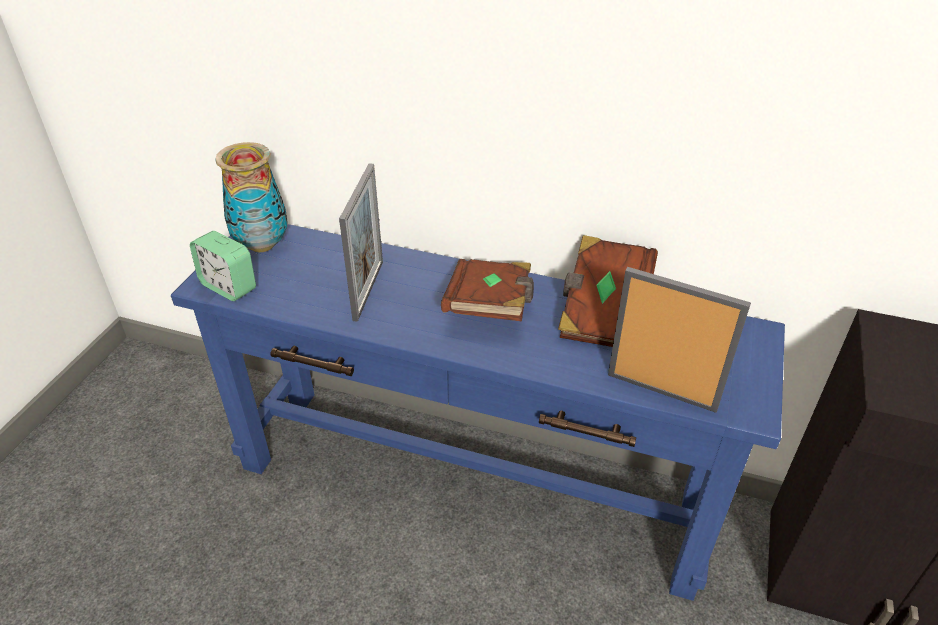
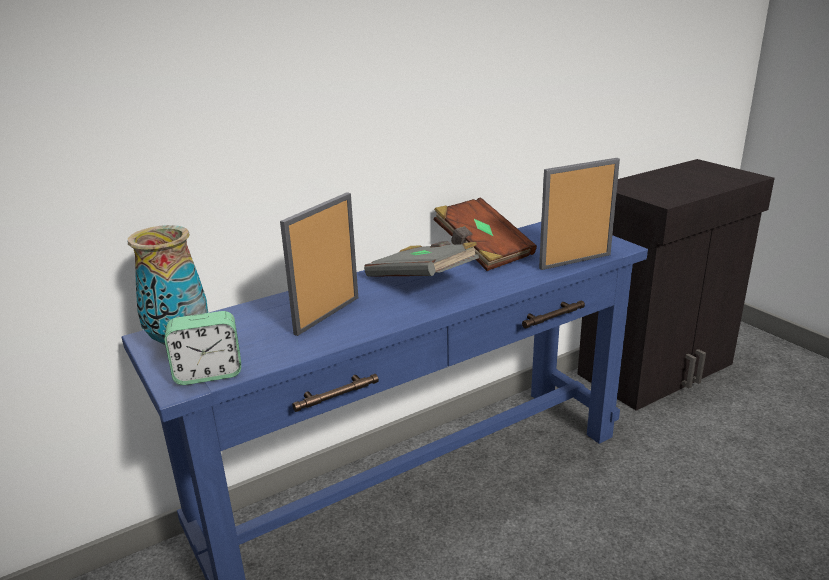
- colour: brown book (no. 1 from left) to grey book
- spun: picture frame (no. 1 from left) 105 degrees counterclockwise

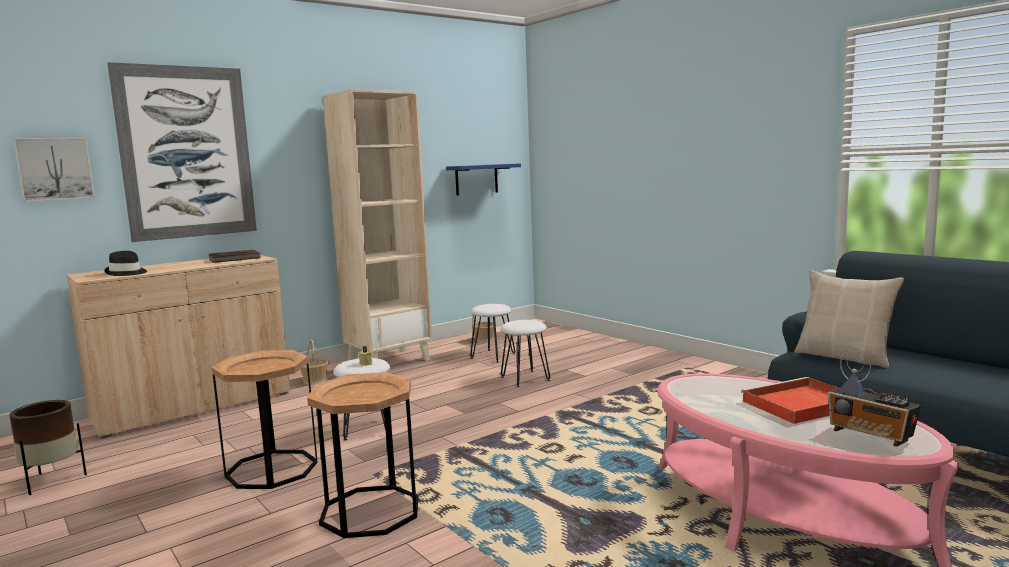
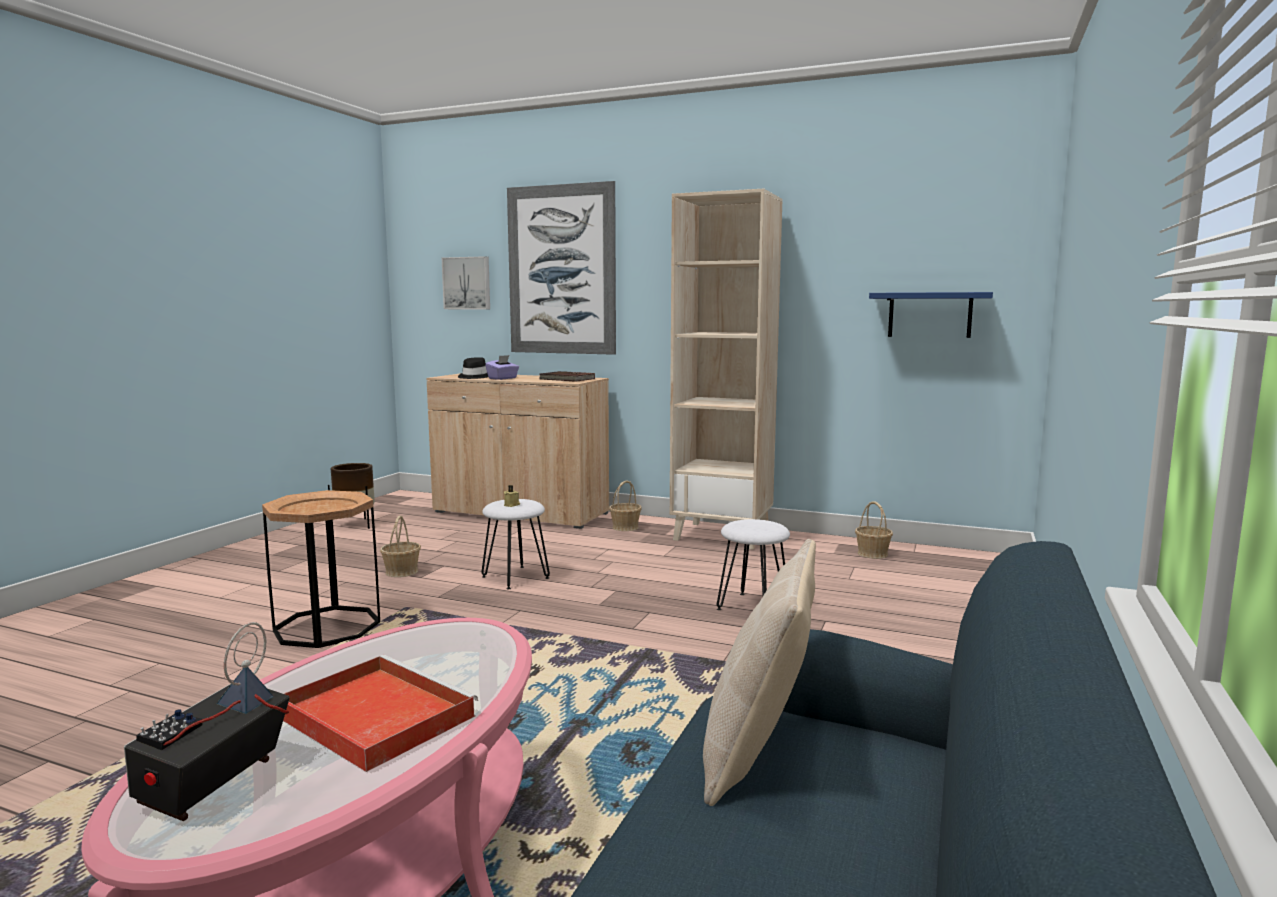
- missing: white stool (no. 2 from left)
- appeared: purple tissue box
- exchanged: brown side table (no. 1 from left) to basket (no. 1 from left)

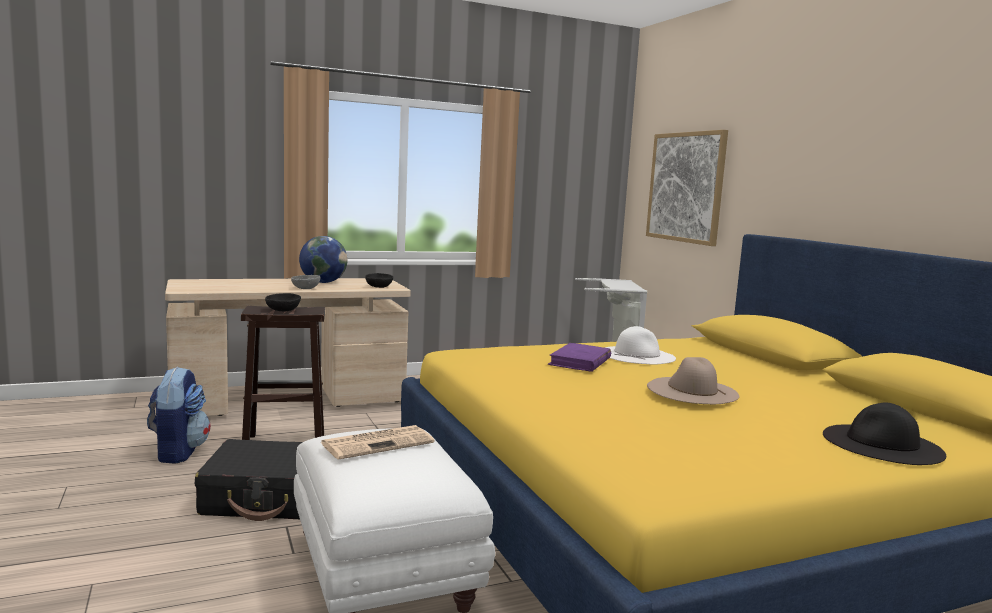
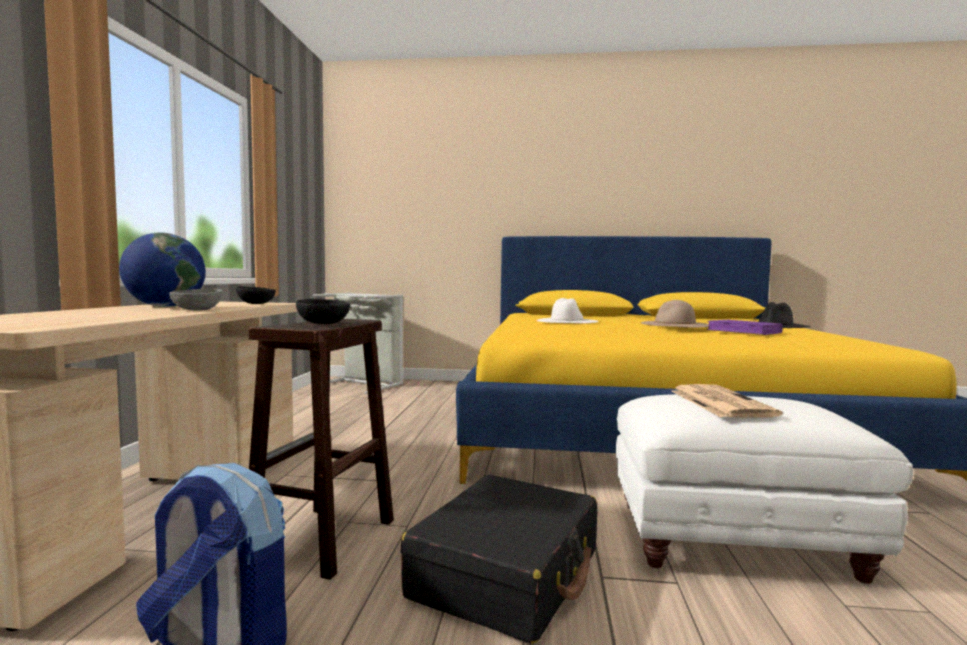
- missing: picture
- relocated: purple book

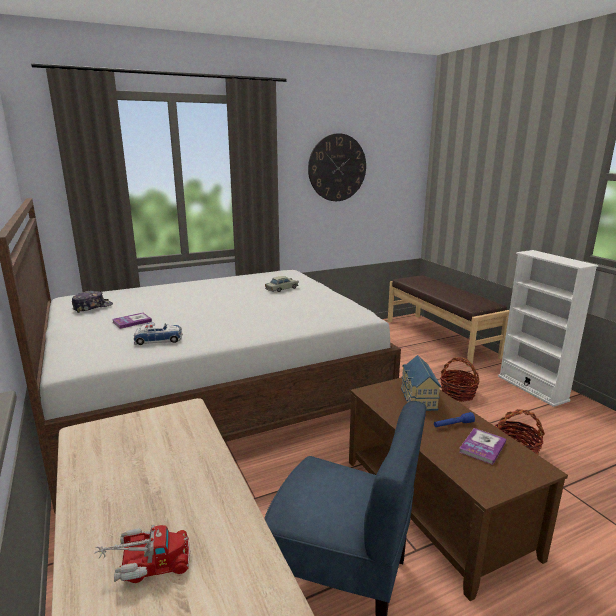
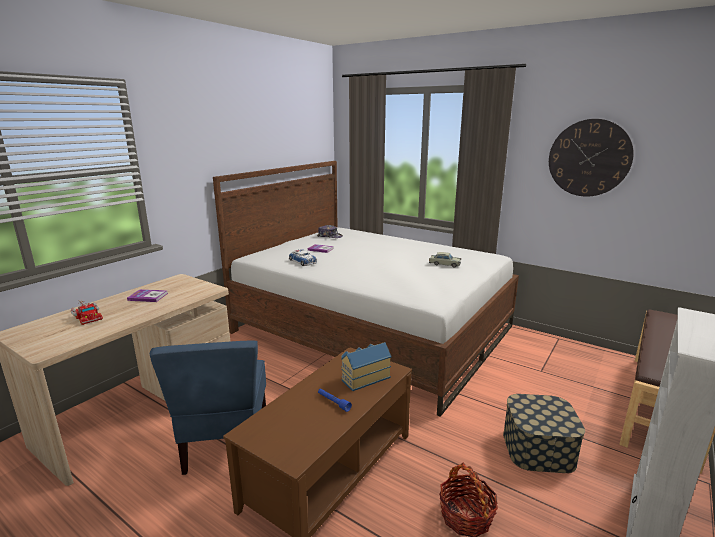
- relocated: book (no. 2 from left in the first image) to book (no. 1 from left)
- exchanged: basket (no. 1 from left) to storage box

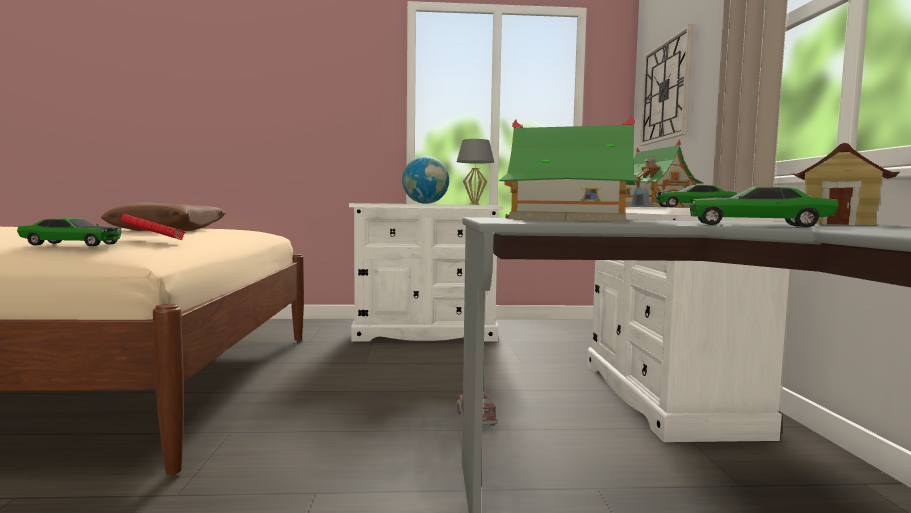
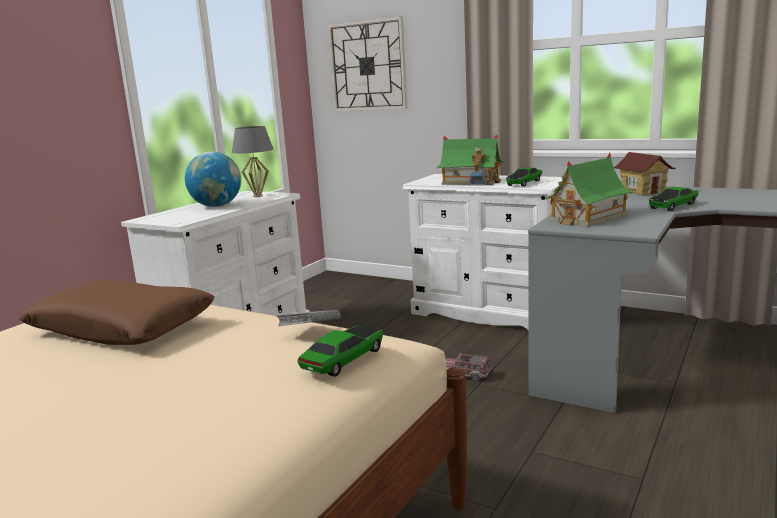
- colour: red book to grey book

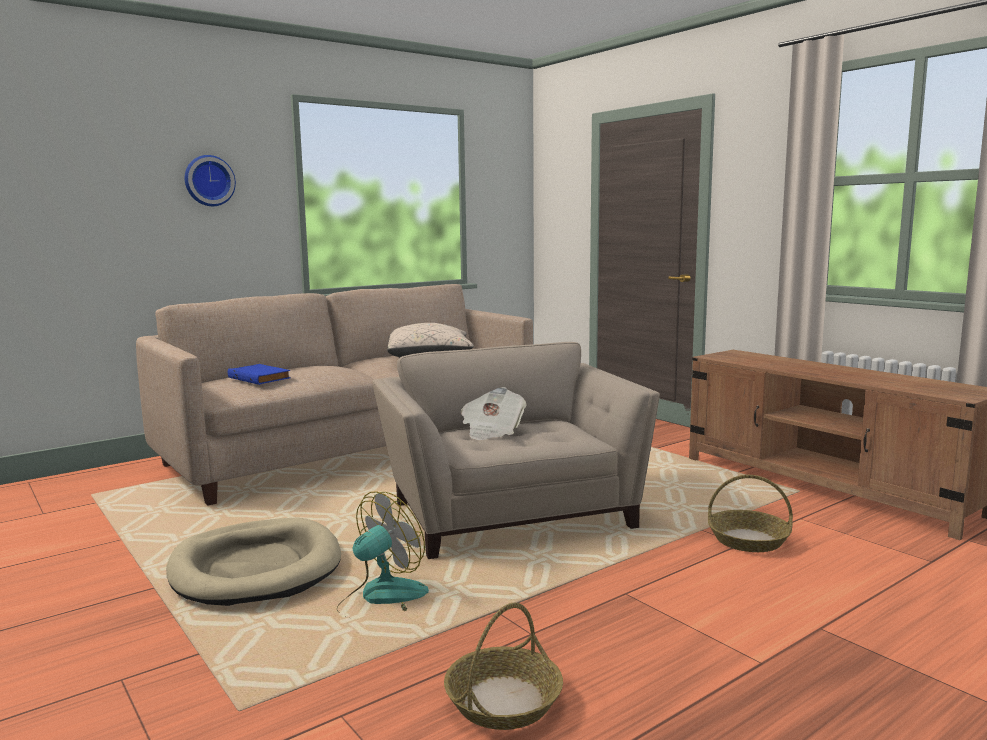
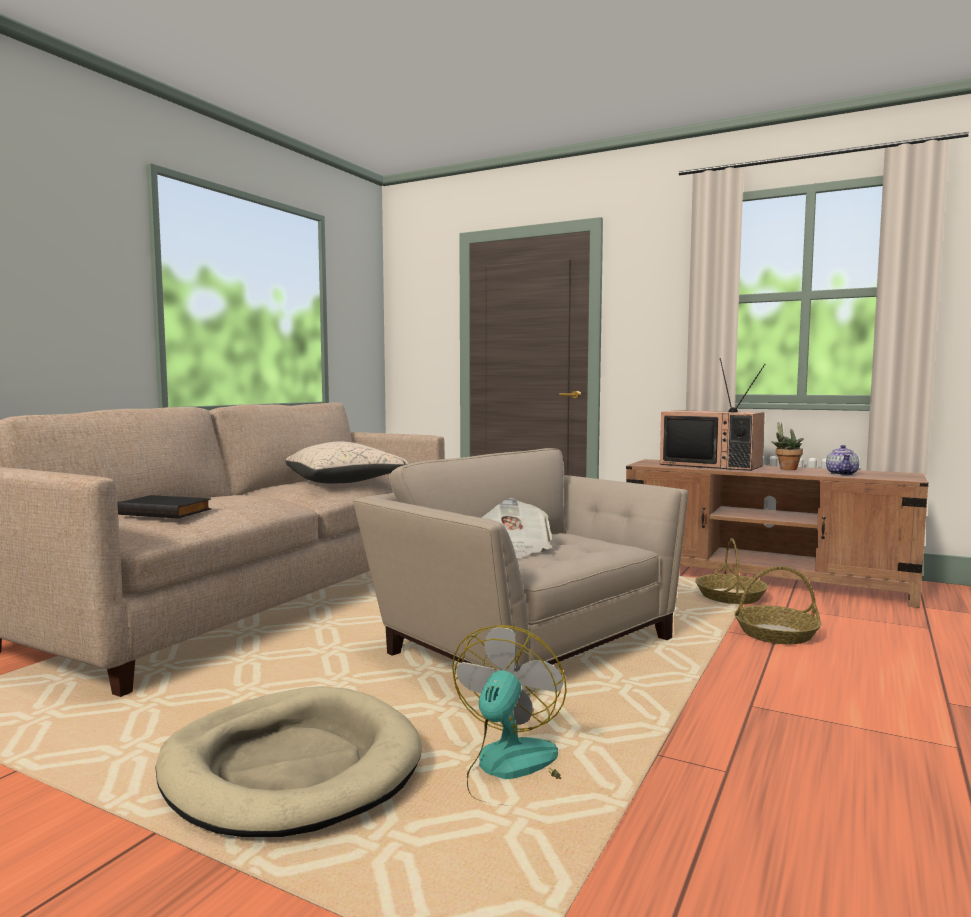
- missing: wall clock
- appeared: television
- appeared: potted plant
- appeared: teapot
- relocated: basket (no. 1 from left)
- colour: blue book to black book

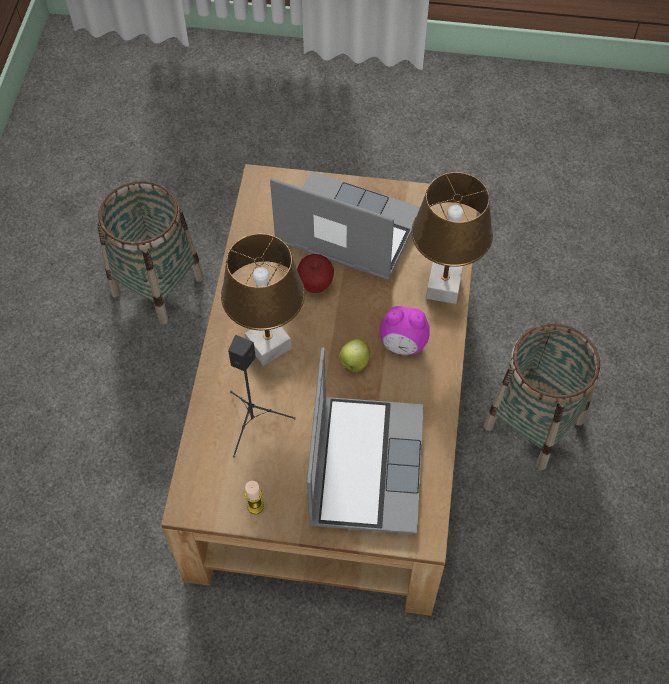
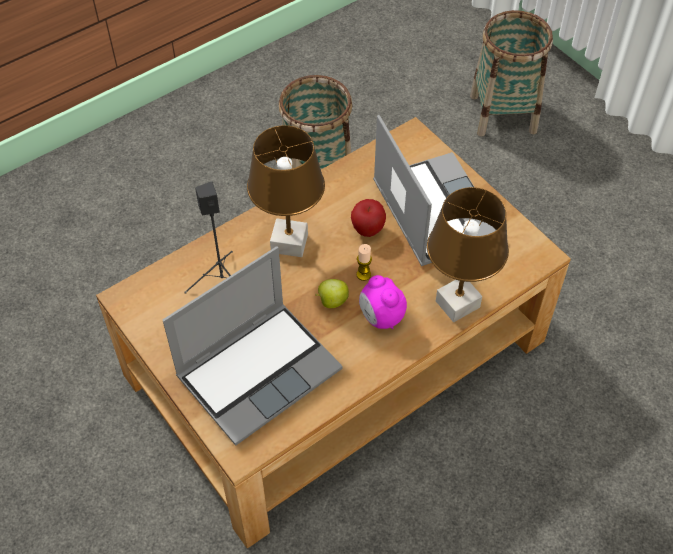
- relocated: candle
- relocated: basket (no. 2 from left)

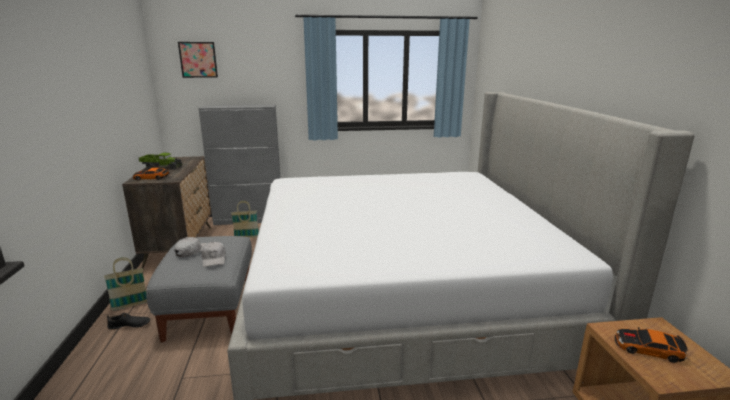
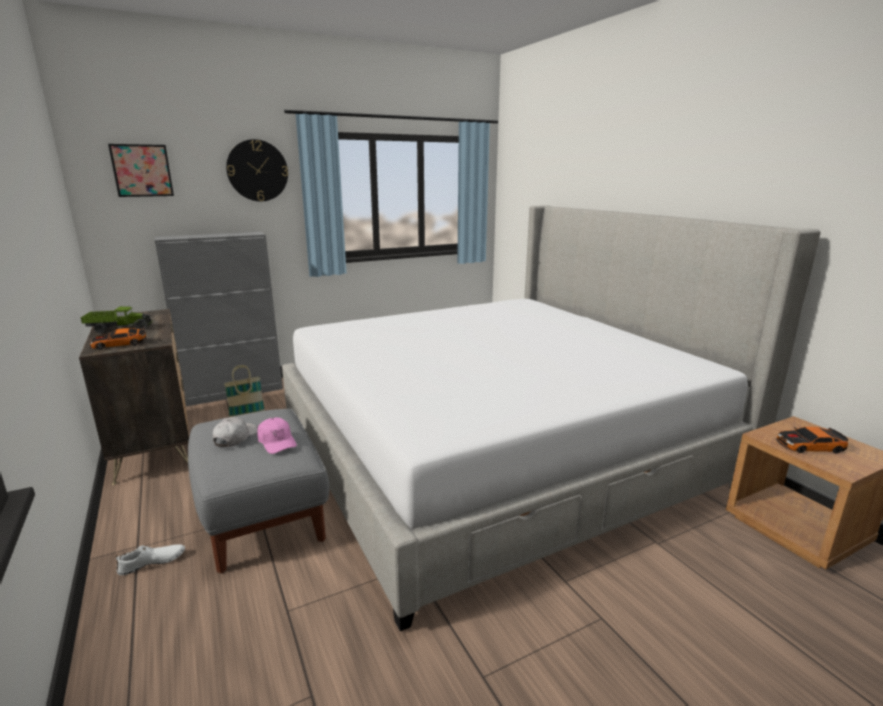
- missing: basket (no. 1 from left)
- appeared: wall clock
- colour: black shoe to white shoe
- colour: white cap (no. 2 from left) to pink cap

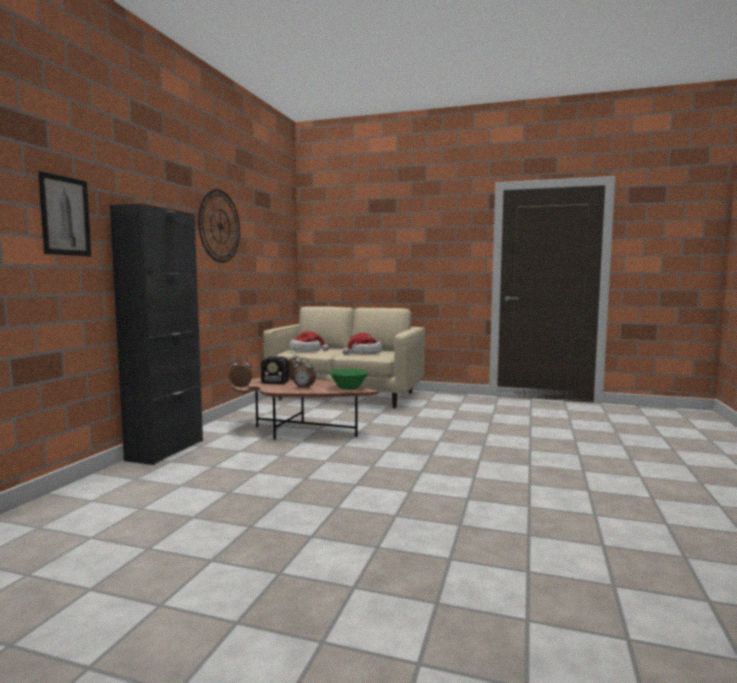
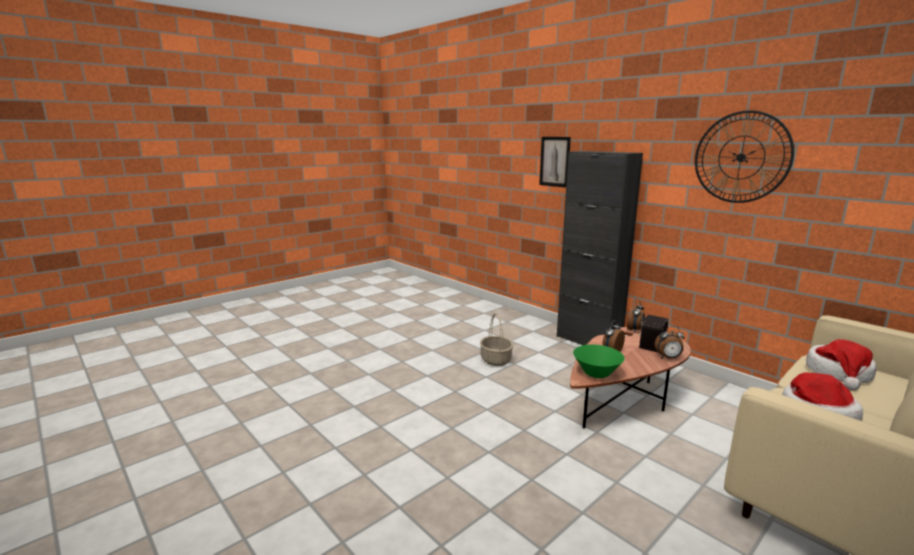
- appeared: basket

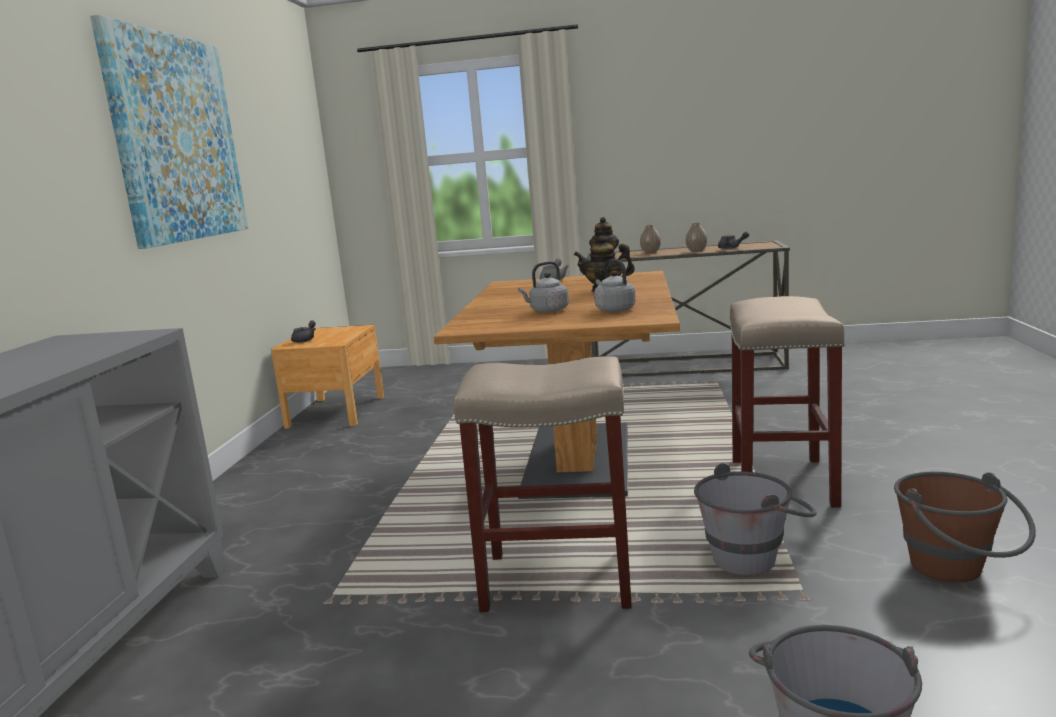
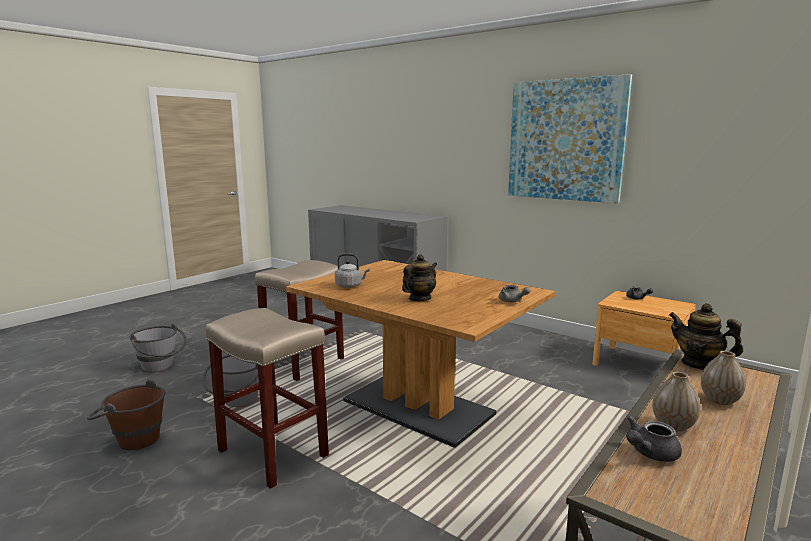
- missing: grey kettle (no. 1 from left)

